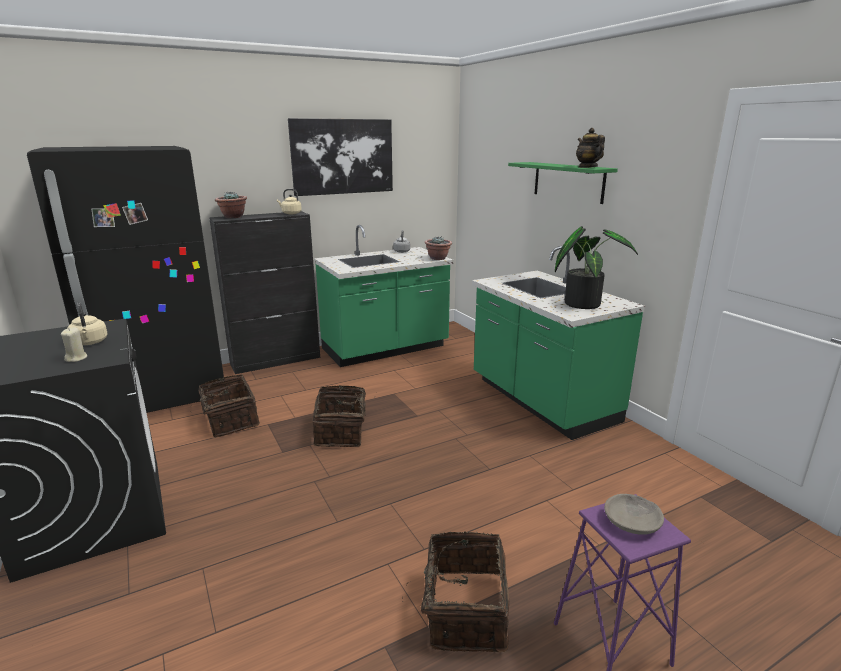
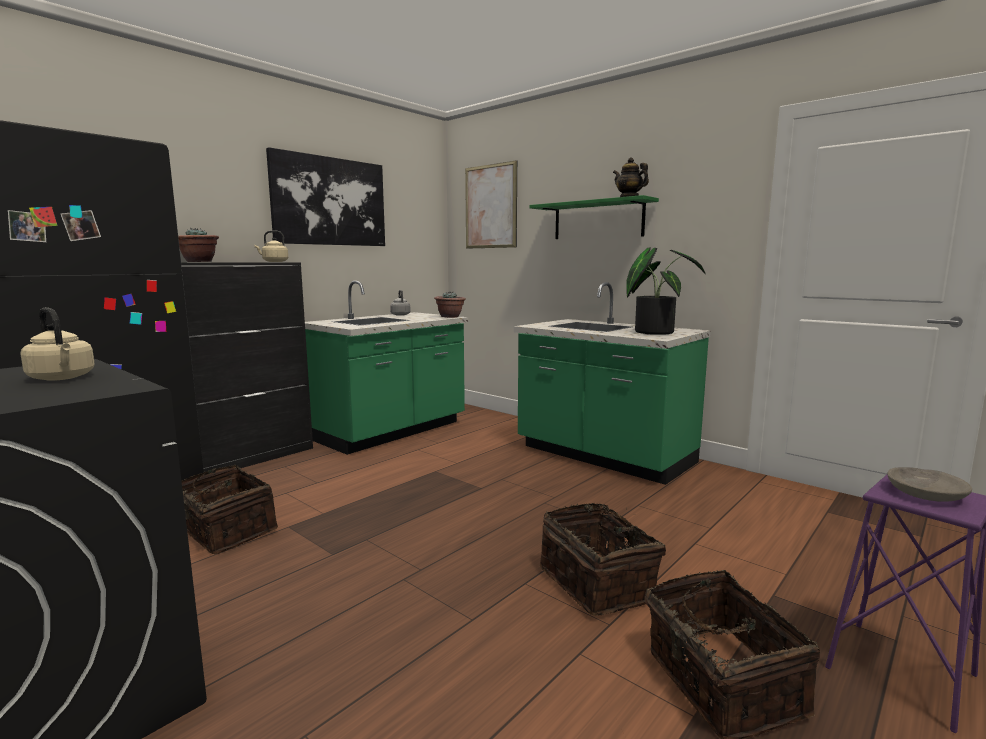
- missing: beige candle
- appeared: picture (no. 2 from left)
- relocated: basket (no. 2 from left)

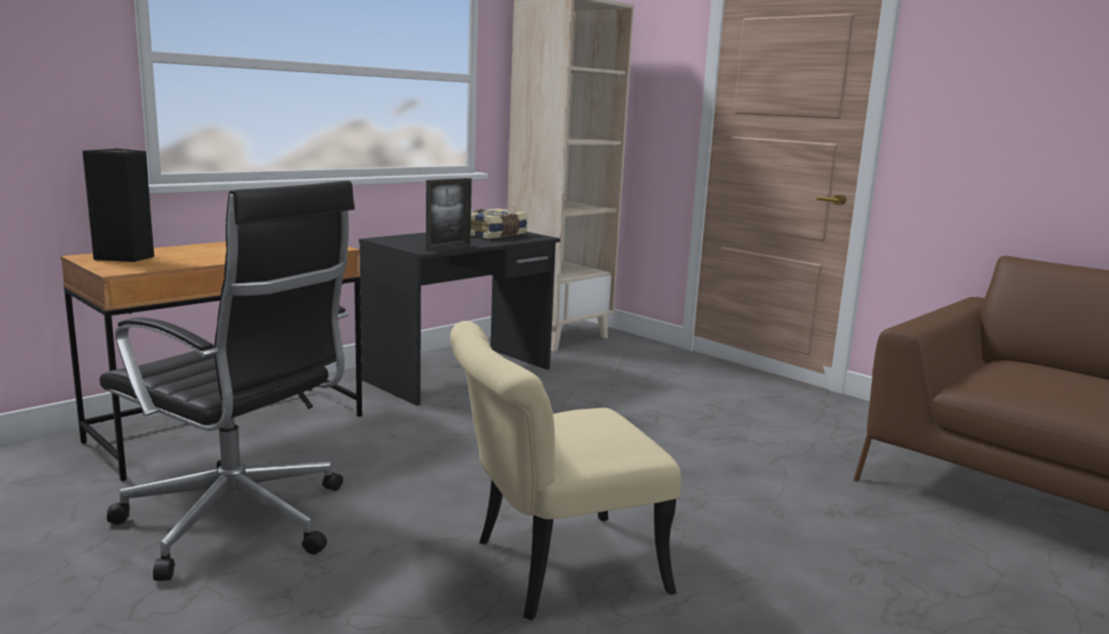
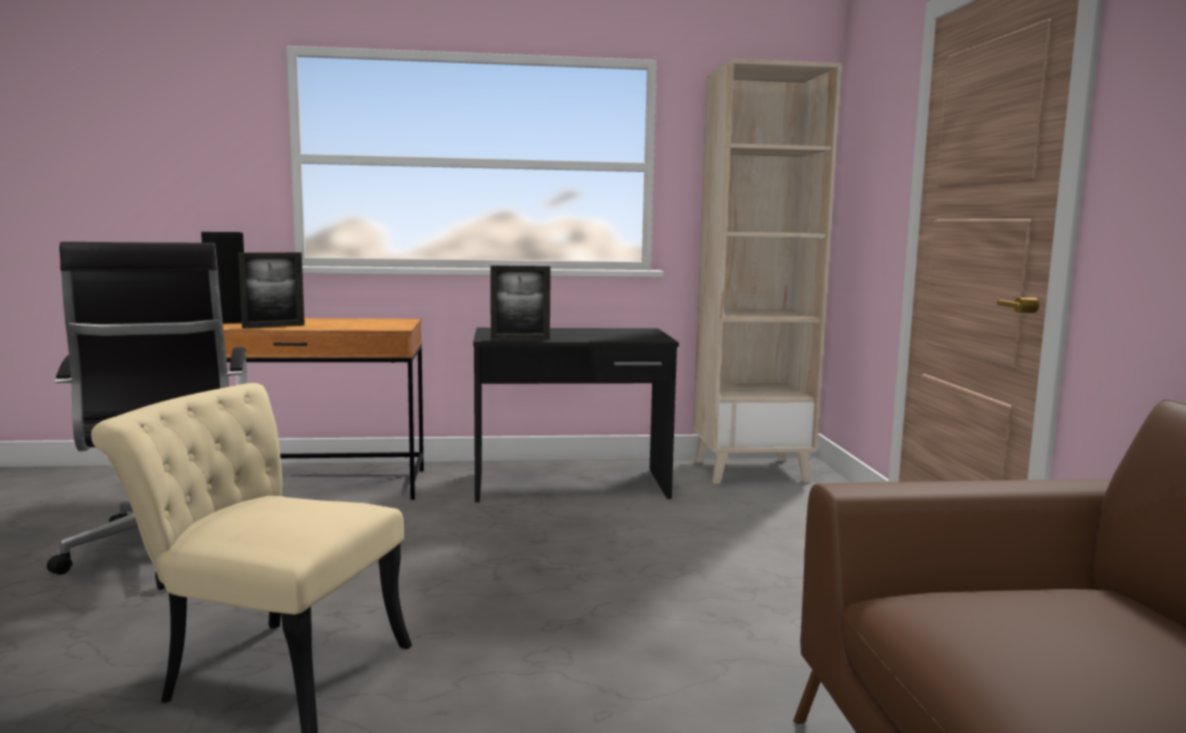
- missing: book
- appeared: picture frame (no. 1 from left)

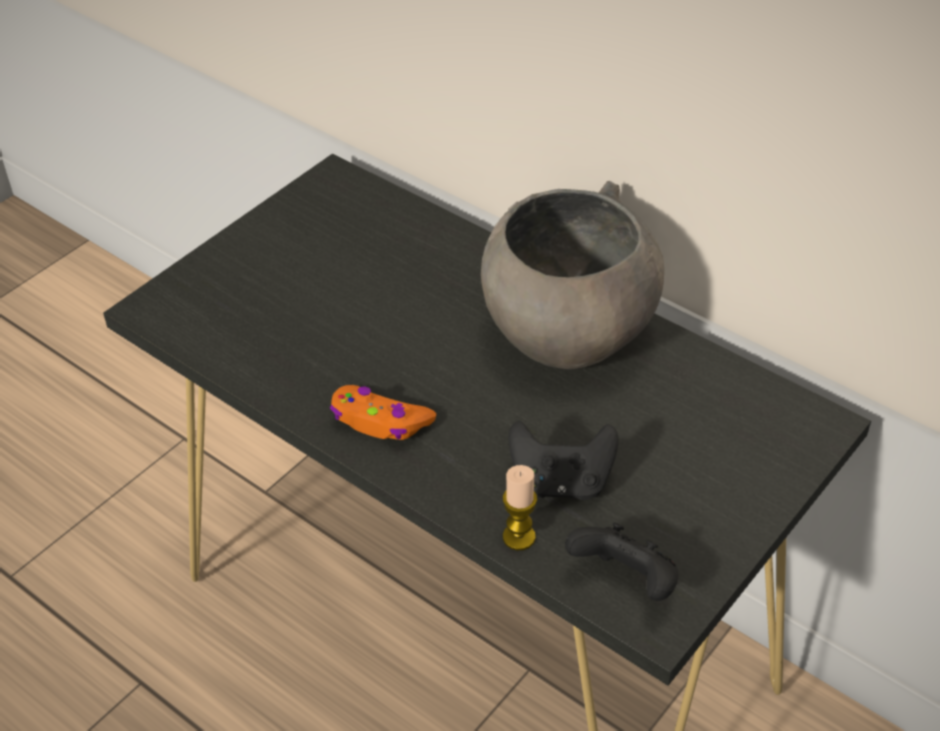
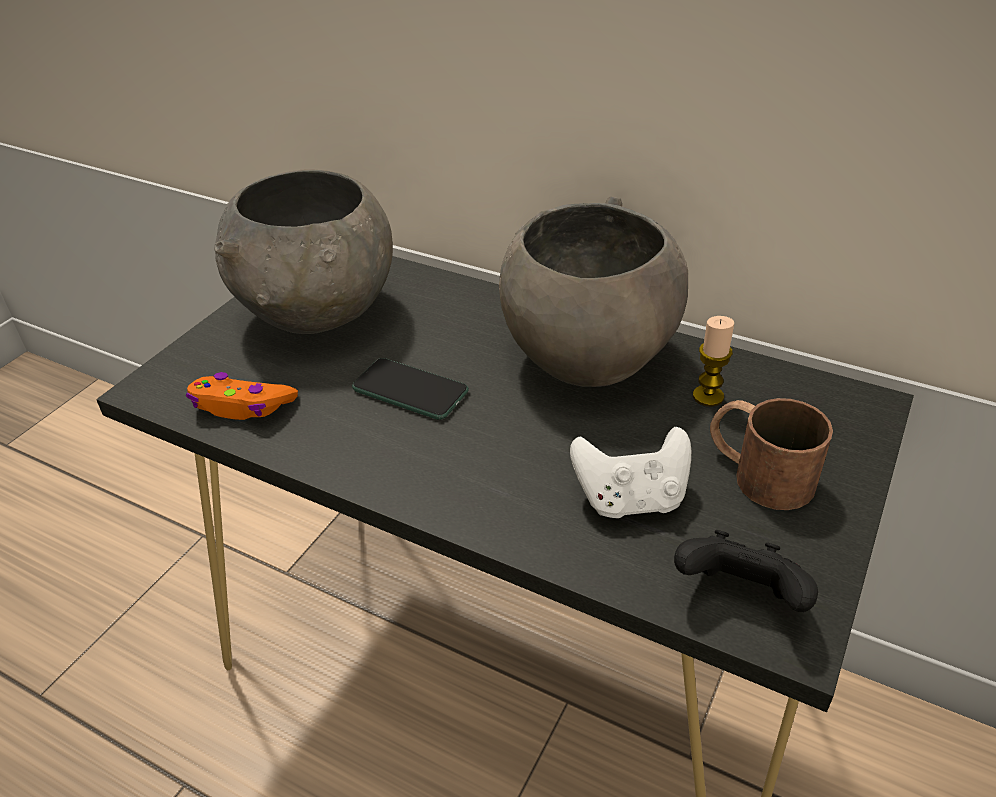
- appeared: grey bowl (no. 1 from left)
- appeared: phone
- appeared: brown mug
- relocated: orange game controller
- relocated: candle
- colour: black game controller (no. 1 from left) to white game controller

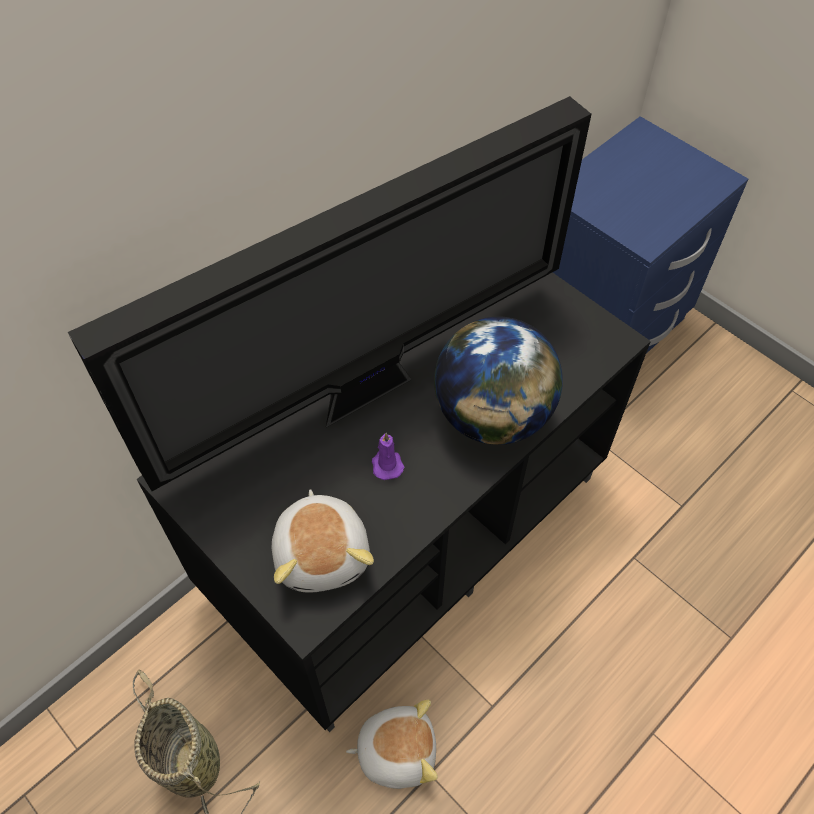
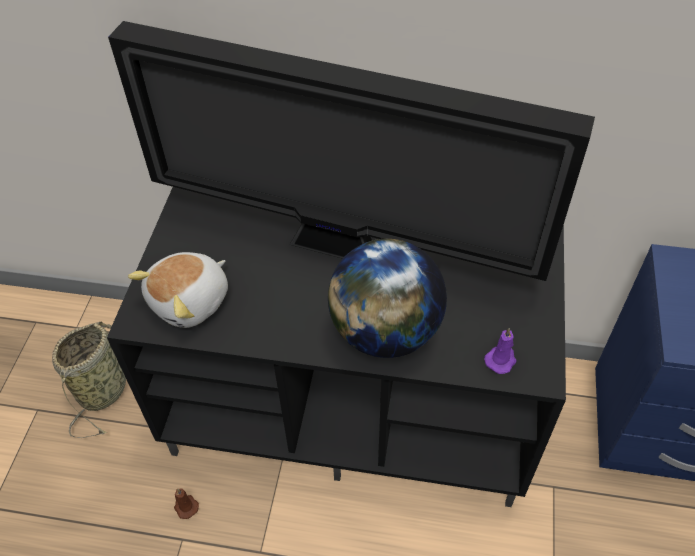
- relocated: purple candle
- exchanged: plush toy (no. 2 from left) to brown candle

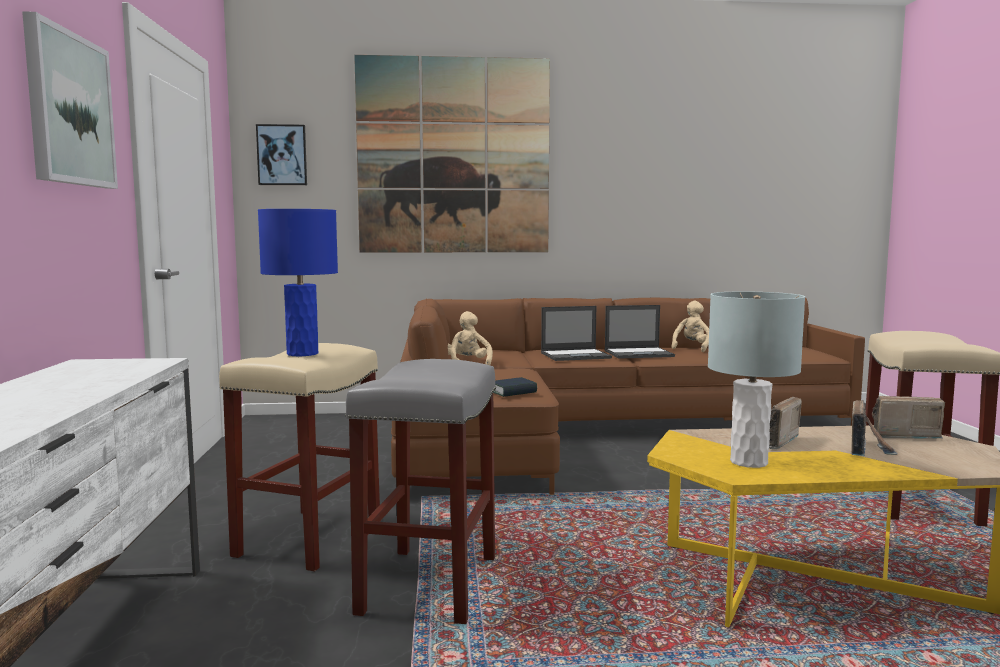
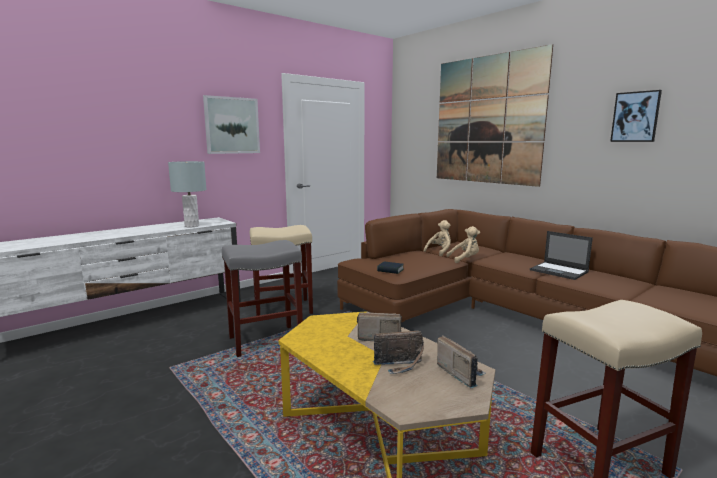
- missing: blue table lamp
- missing: laptop (no. 1 from left)
- relocated: picture (no. 2 from left in the first image) to picture (no. 3 from left)
- relocated: beige plush toy (no. 2 from left)
- relocated: grey table lamp

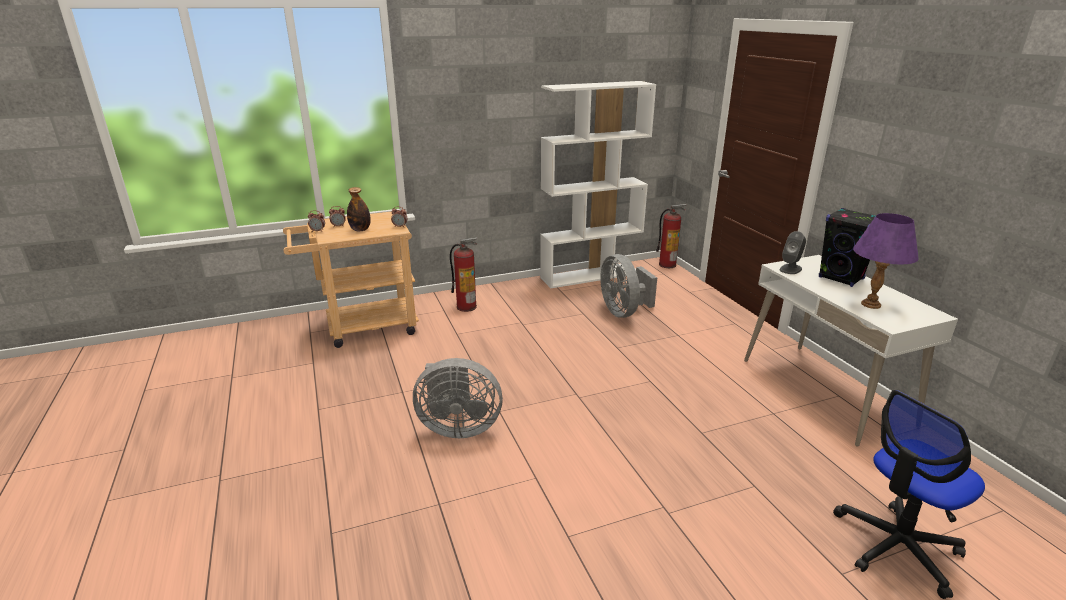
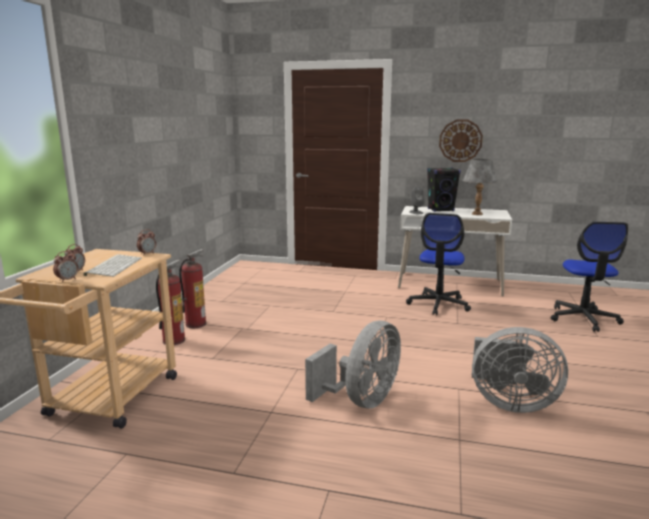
- missing: white bookcase
- appeared: office chair (no. 1 from left)
- appeared: wall clock
- relocated: grey fan (no. 2 from left)
- relocated: fire extinguisher (no. 2 from left)
- exchanged: bottle to keyboard
- colour: purple table lamp to grey table lamp

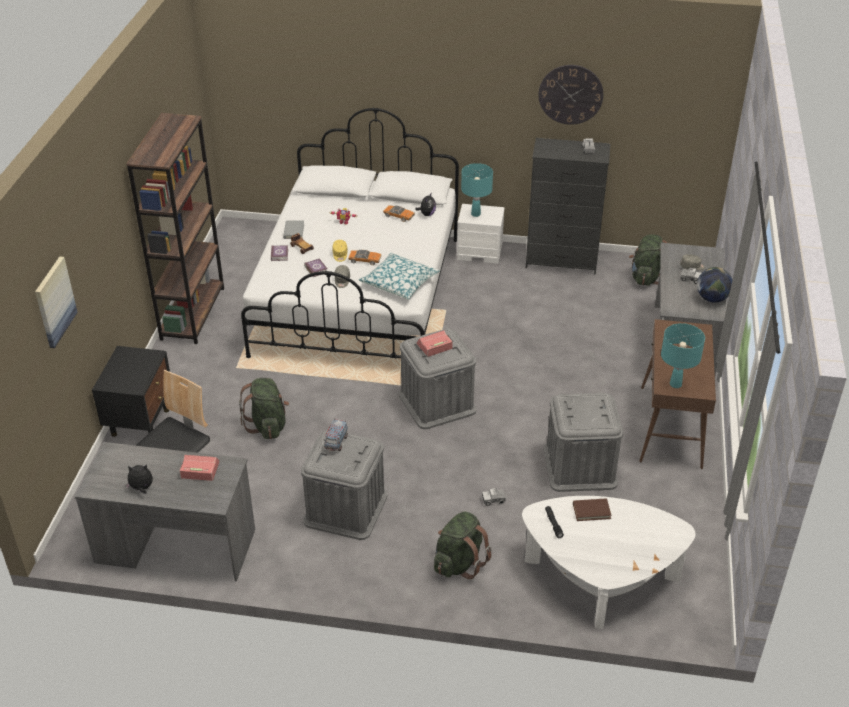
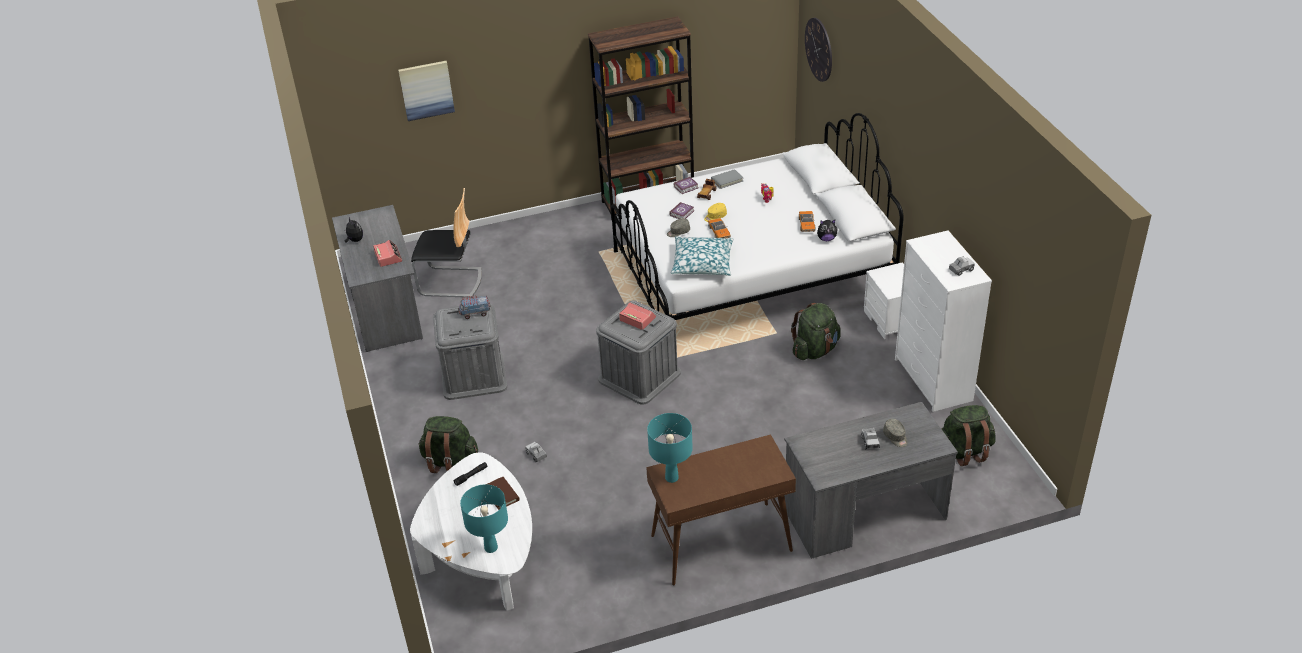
- missing: black nightstand
- missing: grey storage box (no. 3 from left)
- missing: globe
- relocated: green backpack (no. 1 from left in the first image) to green backpack (no. 2 from left)
- relocated: turquoise table lamp (no. 1 from left)
- relocated: wall clock
- colour: black dresser to white dresser

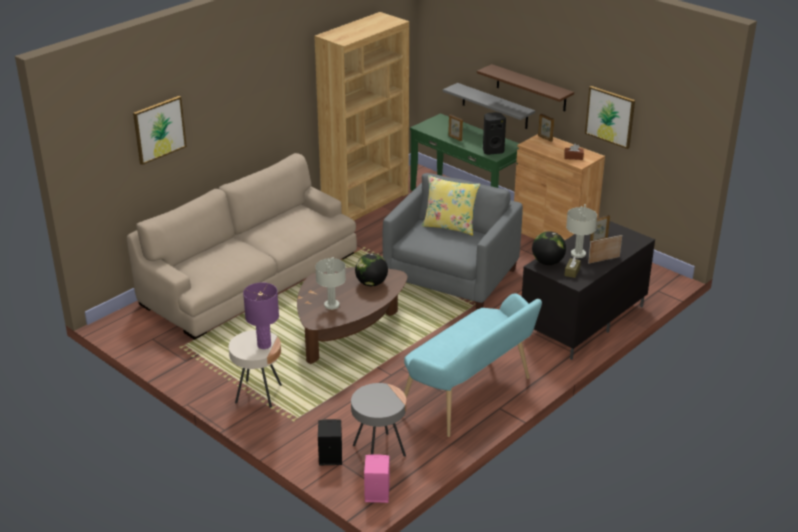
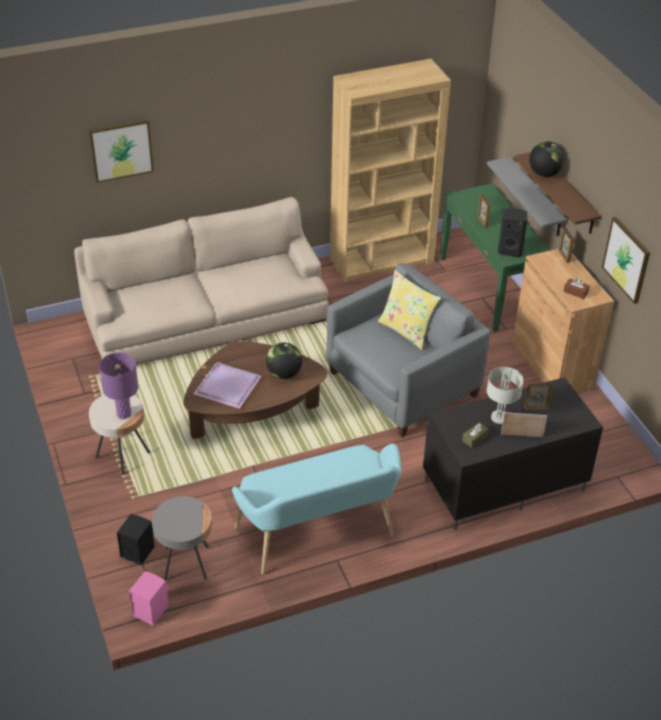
- relocated: globe (no. 2 from left)
- exchanged: grey table lamp (no. 1 from left) to purple tray

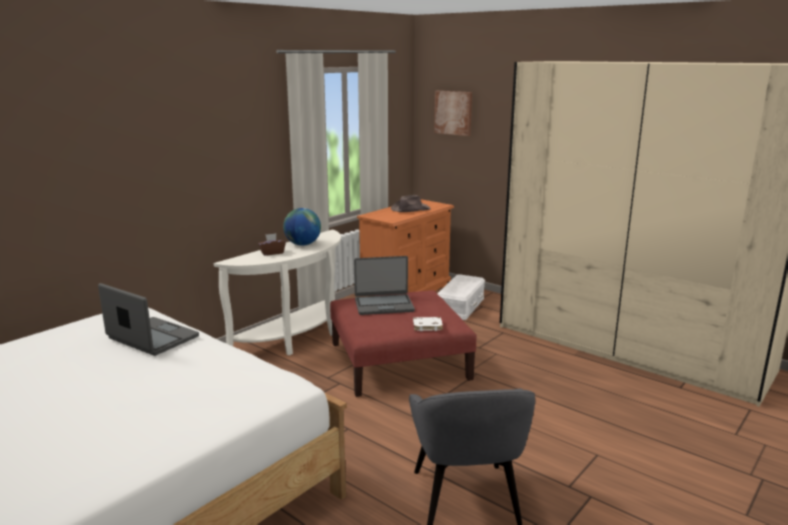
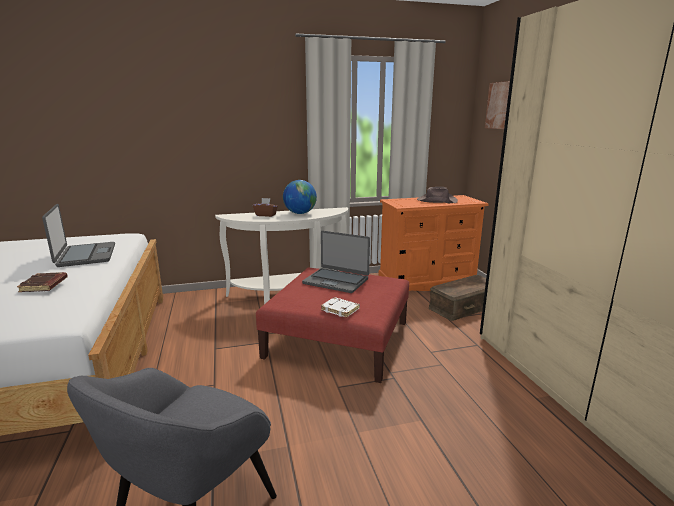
- appeared: brown book
- colour: white storage box to brown storage box

